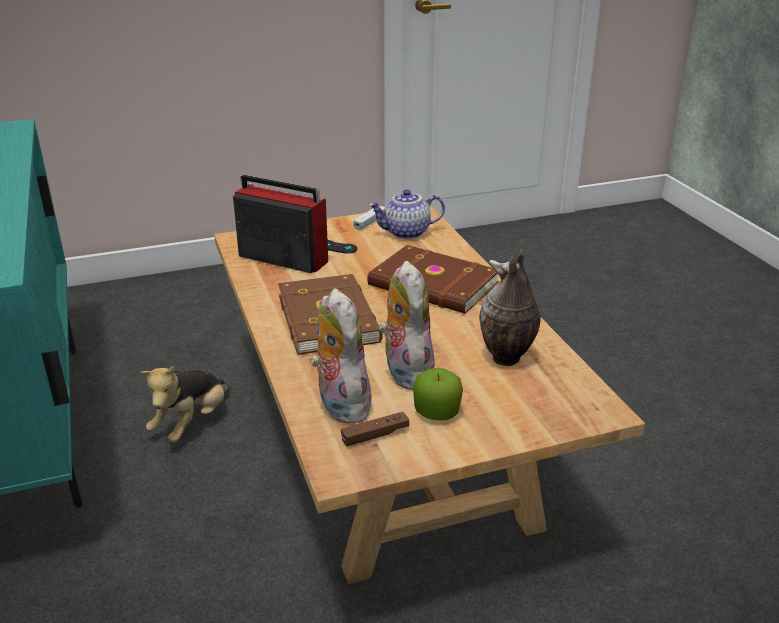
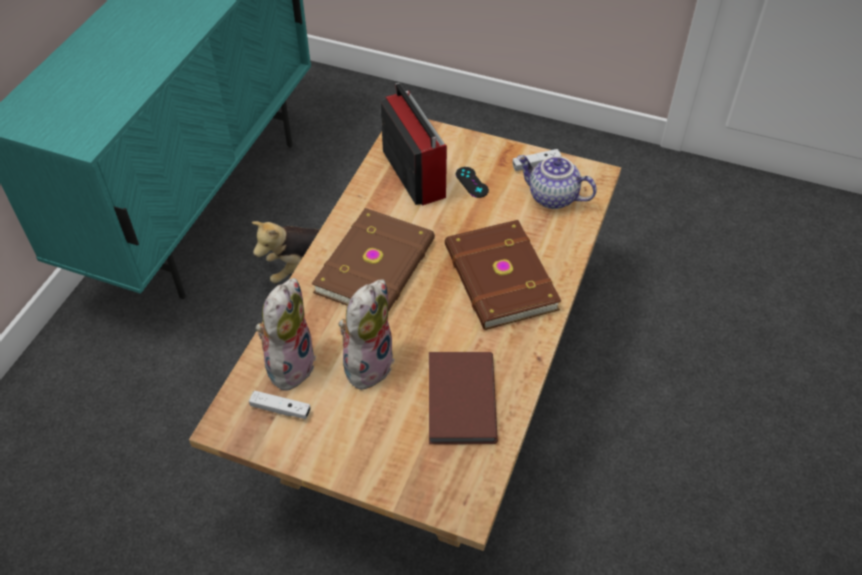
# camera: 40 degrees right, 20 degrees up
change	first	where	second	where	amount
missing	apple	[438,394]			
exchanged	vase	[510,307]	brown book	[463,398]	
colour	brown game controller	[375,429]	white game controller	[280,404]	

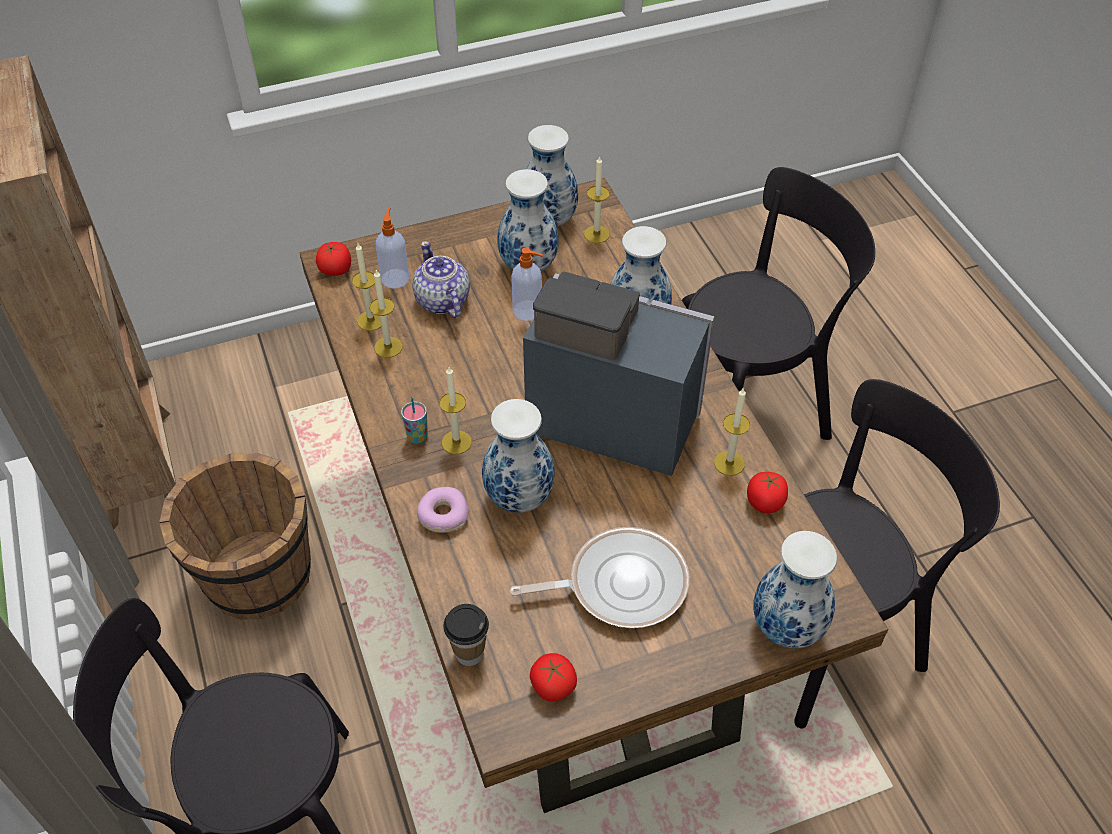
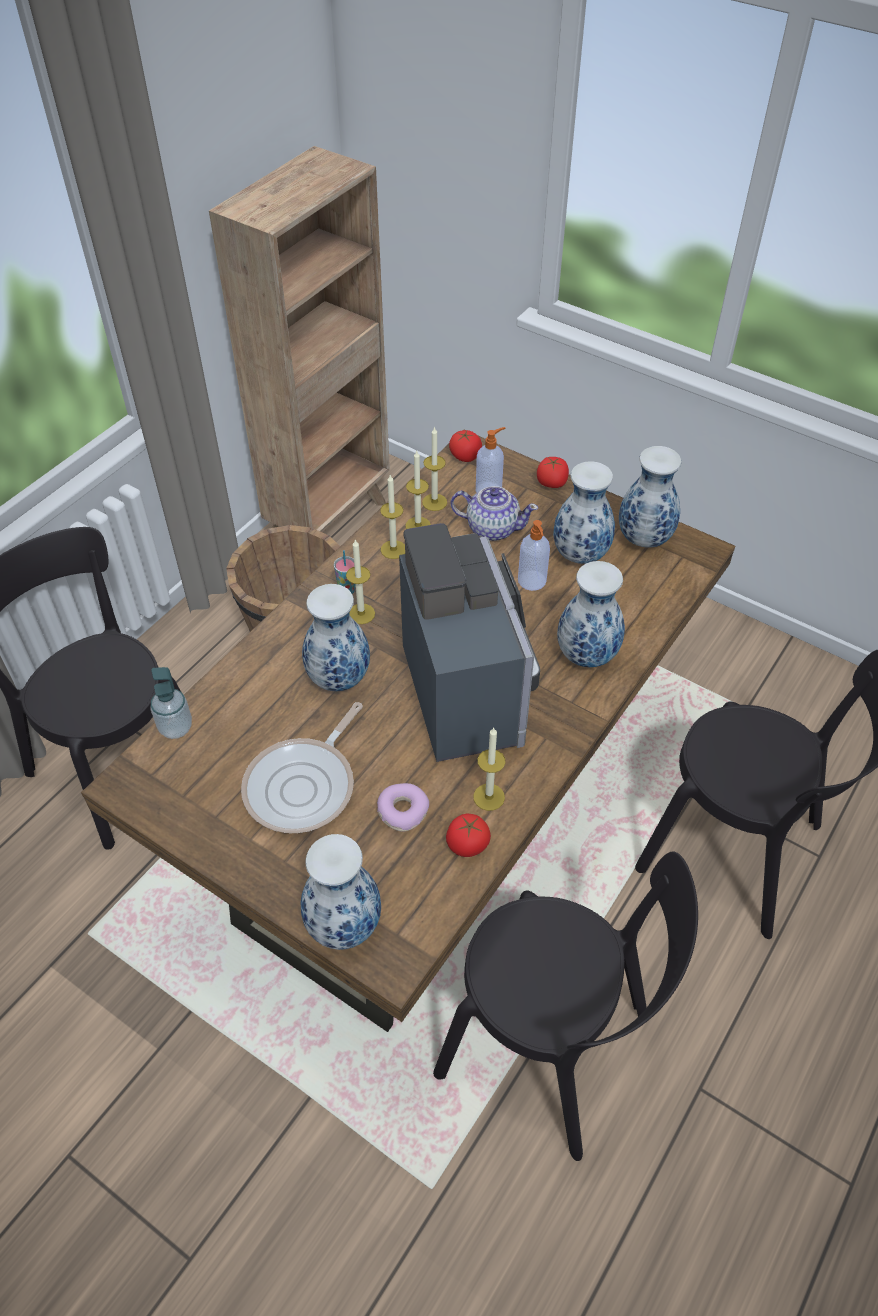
# camera: 55 degrees right, 0 degrees up
change	first	where	second	where	amount
relocated	donut	[443,510]		[403,807]	
relocated	tomato	[553,677]		[553,472]	
relocated	candle	[597,199]		[392,517]	
exchanged	cup	[466,635]	soap dispenser	[171,703]	
spun	teapot	[441,279]		[494,513]	75 degrees clockwise
spun	frying pan	[600,577]		[302,767]	75 degrees clockwise

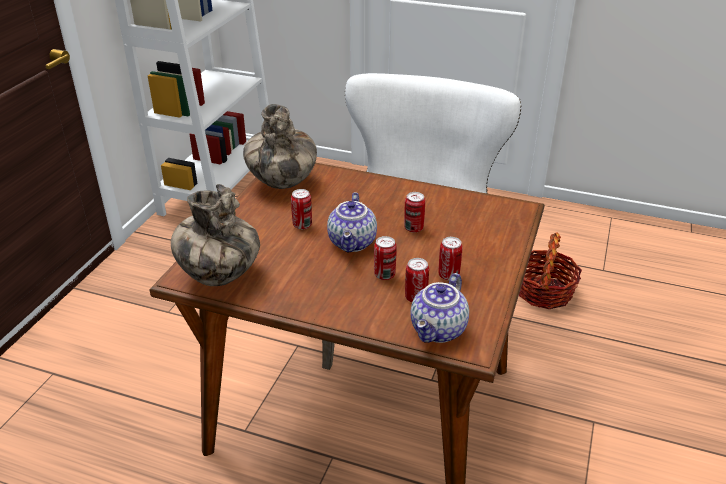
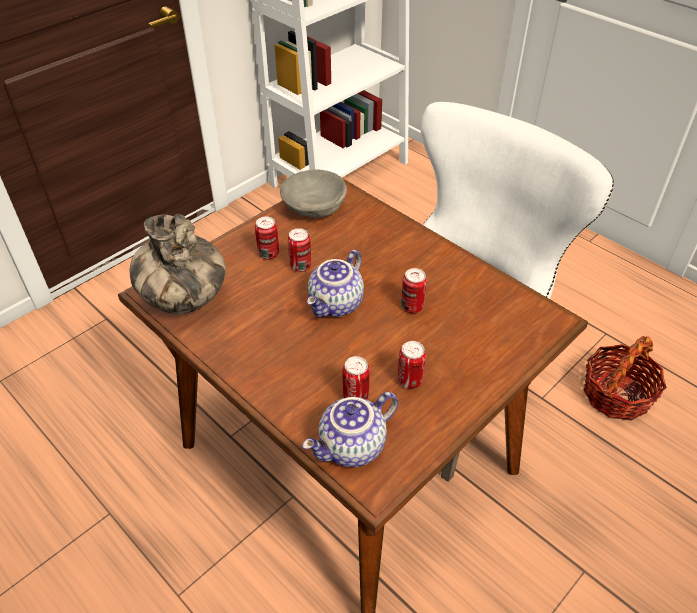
# camera: 25 degrees right, 10 degrees up
change	first	where	second	where	amount
relocated	can	[385,258]		[267,238]	
exchanged	vase	[280,146]	grey bowl	[313,194]	

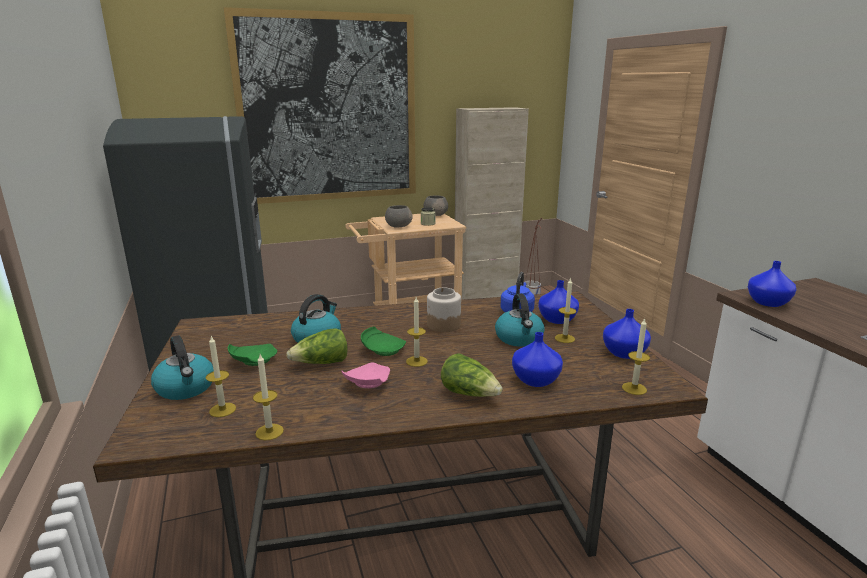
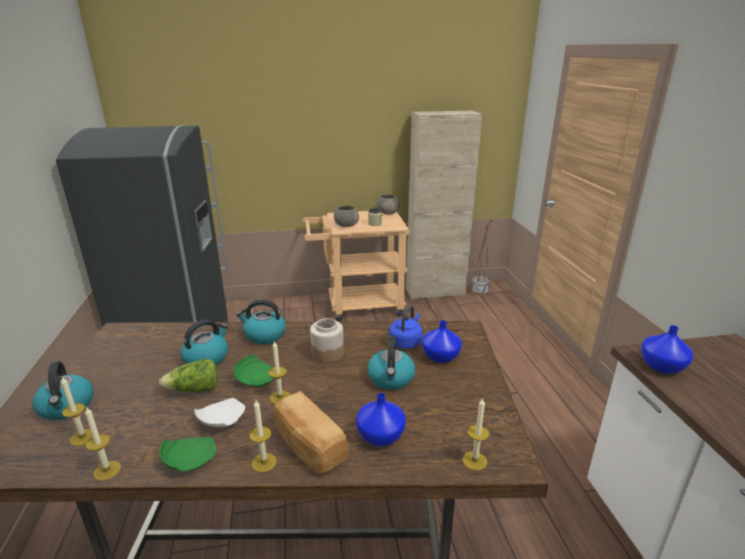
# camera: 10 degrees right, 5 degrees up
change	first	where	second	where	amount
missing	picture	[320,105]			
missing	blue vase	[627,334]			
appeared			kettle	[261,321]	
relocated	green plate	[252,355]		[188,454]	
relocated	candle	[565,310]		[263,436]	
exchanged	lettuce	[471,375]	bread	[311,432]	
colour	pink plate	[365,375]	white plate	[219,412]	

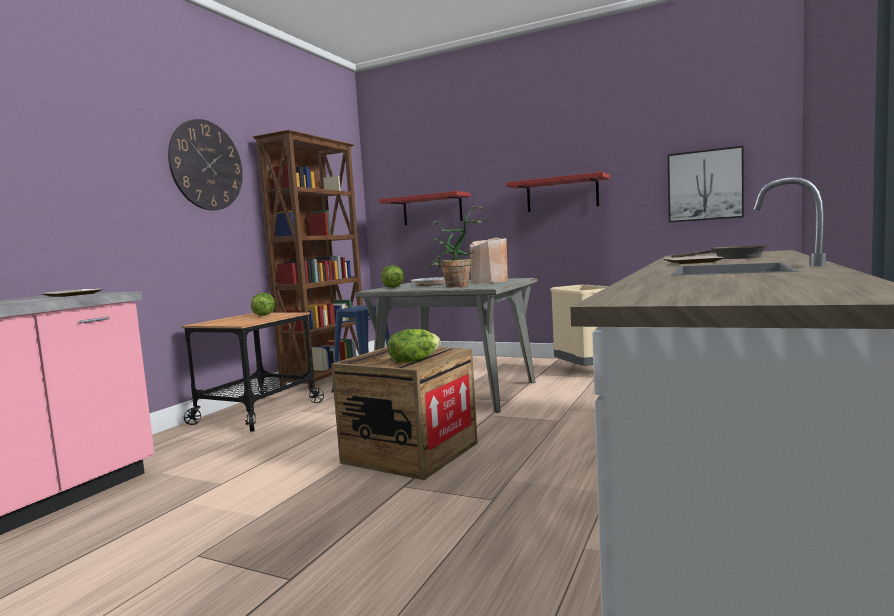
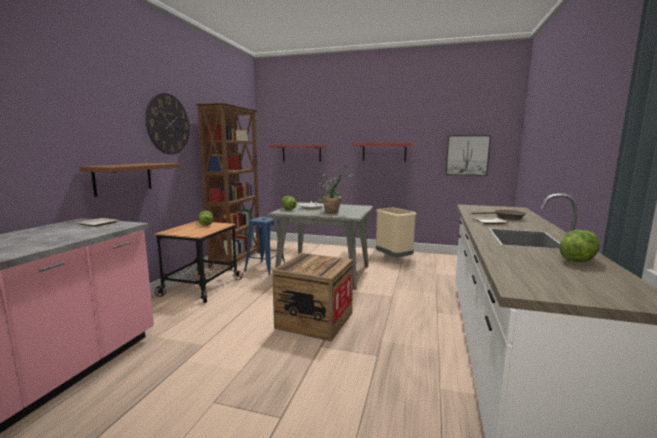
# camera: 10 degrees left, 5 degrees up
change	first	where	second	where	amount
missing	beige vase	[489,260]			
appeared			brown shelf	[130,180]	
relocated	lettuce	[414,345]		[579,246]	

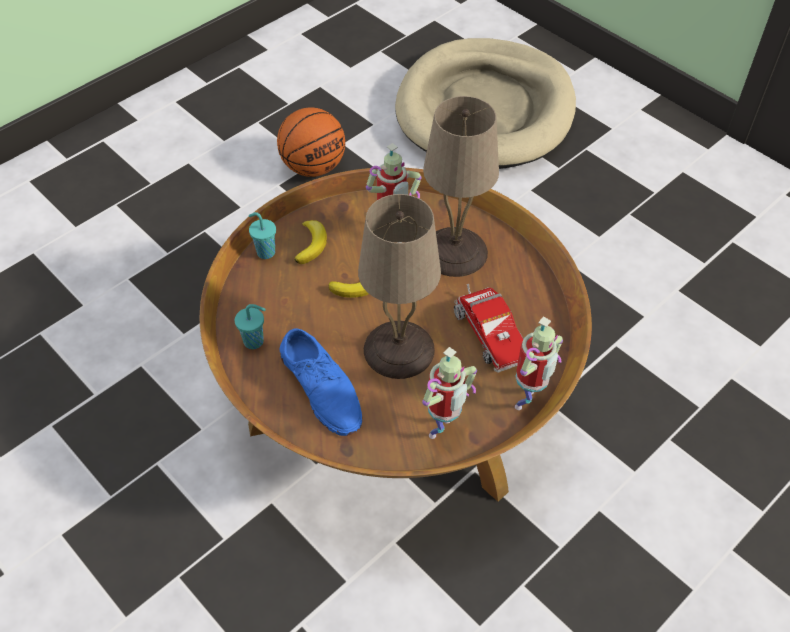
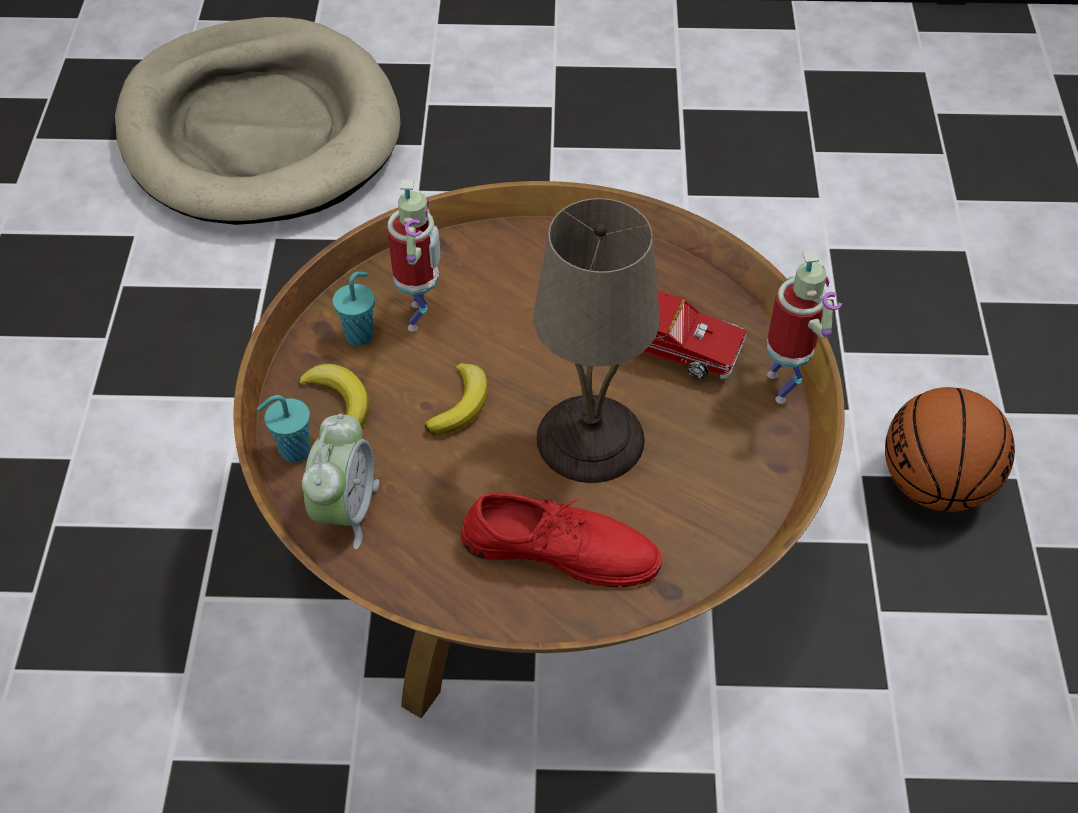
# camera: 45 degrees left, 0 degrees up
change	first	where	second	where	amount
missing	toy robot	[449,393]			
missing	beige table lamp	[461,186]			
appeared			alarm clock	[340,481]	
relocated	turquoise cup	[250,326]		[354,309]	
relocated	basketball	[311,142]		[950,449]	
colour	blue shoe	[320,382]	red shoe	[561,540]	

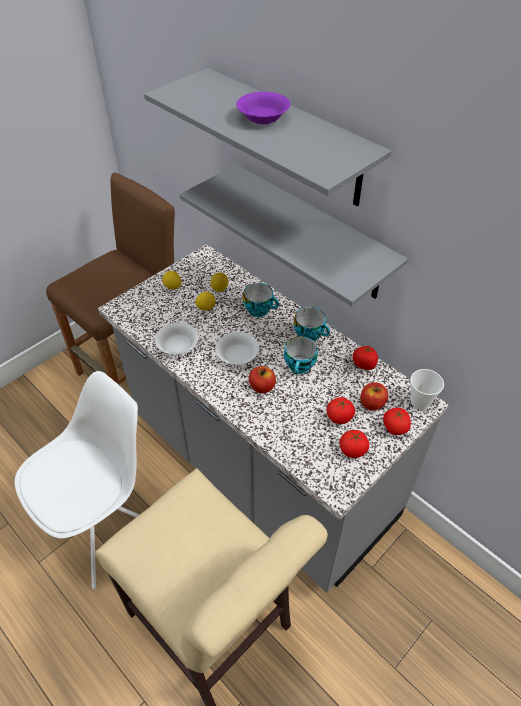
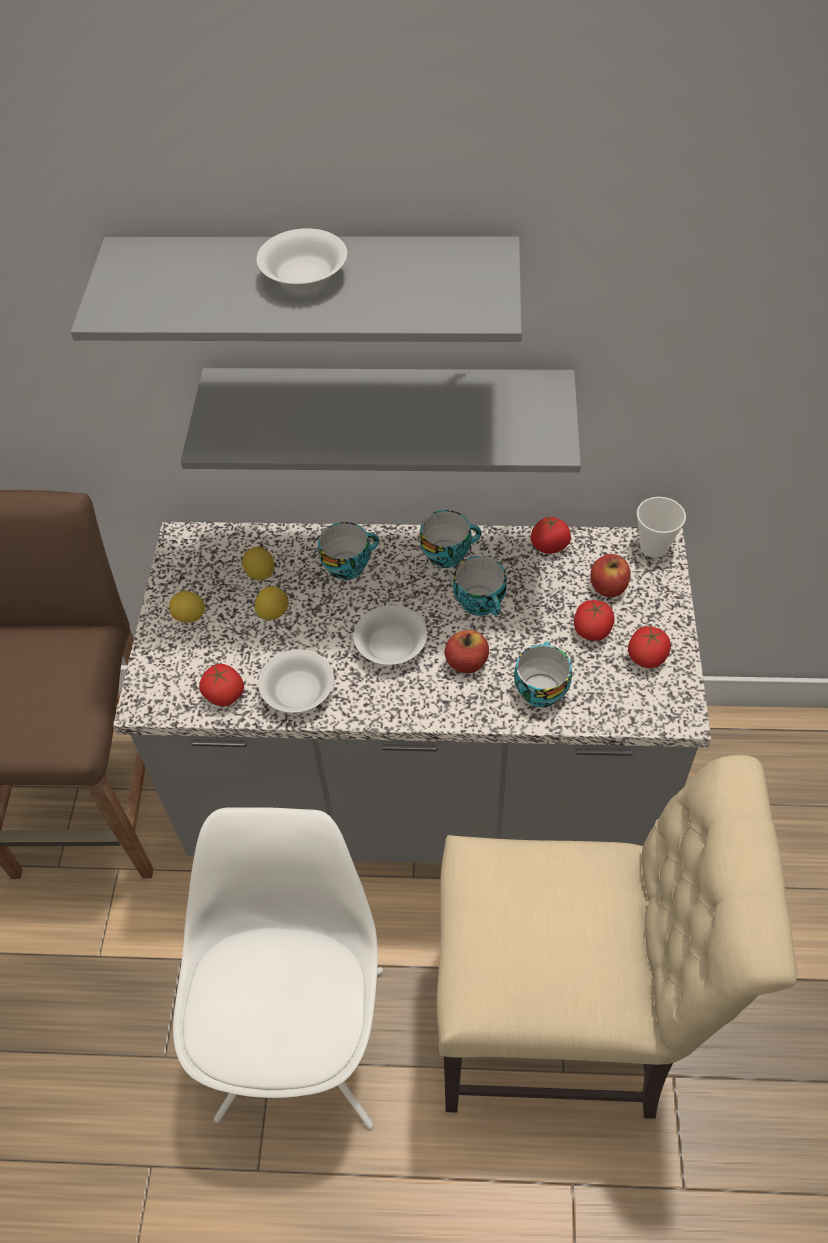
# camera: 40 degrees left, 5 degrees up
change	first	where	second	where	amount
appeared			cup	[543,674]	
relocated	tomato	[397,421]		[221,685]	
colour	purple bowl	[263,108]	white bowl	[301,259]	

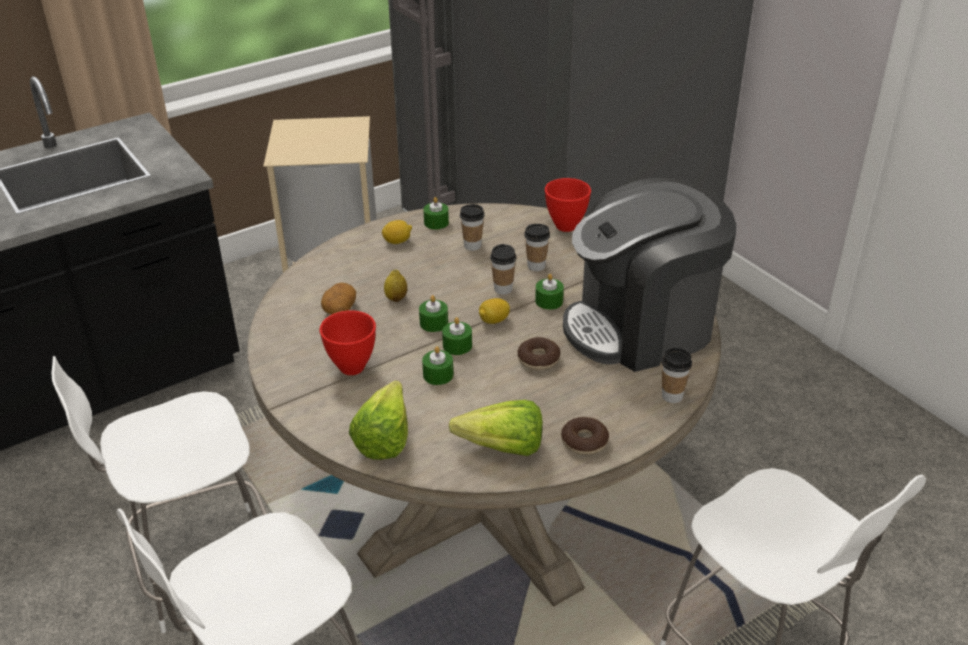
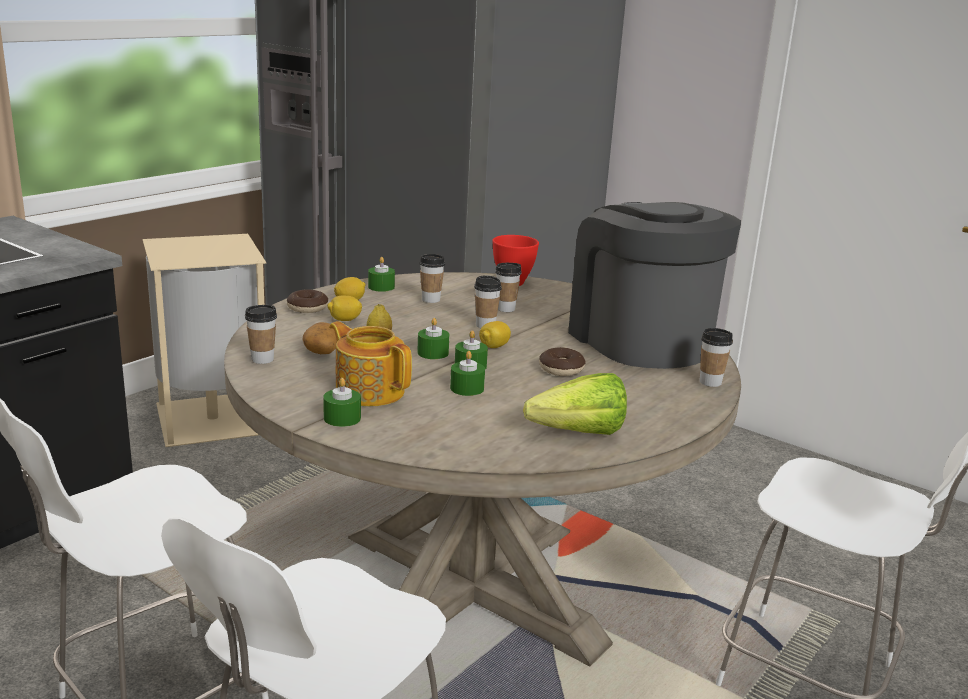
# camera: 20 degrees left, 15 degrees down
change	first	where	second	where	amount
missing	lettuce	[378,420]			
appeared			cup	[261,334]	
appeared			lemon	[344,308]	
relocated	green candle	[549,292]		[342,402]	
relocated	donut	[585,436]		[307,301]	
exchanged	red bowl	[348,342]	teapot	[370,363]	
spun	coffee machine	[649,275]		[654,285]	105 degrees clockwise

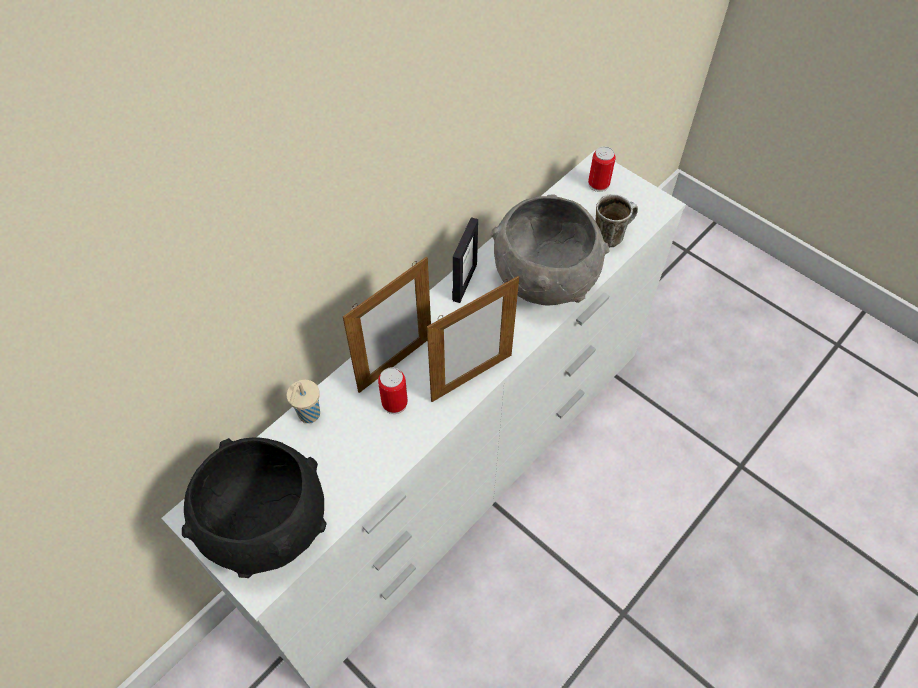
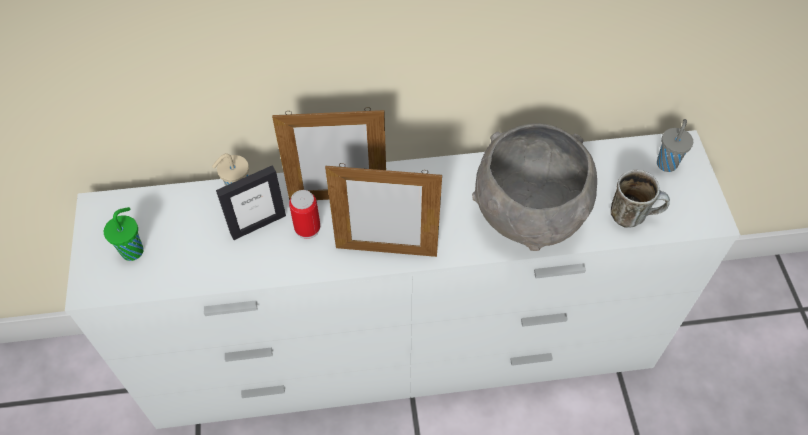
# camera: 40 degrees right, 0 degrees up
change	first	where	second	where	amount
relocated	picture frame	[465,260]		[251,203]	
exchanged	black bowl	[254,507]	green cup	[124,234]	
exchanged	can	[602,169]	grey cup	[675,145]	

